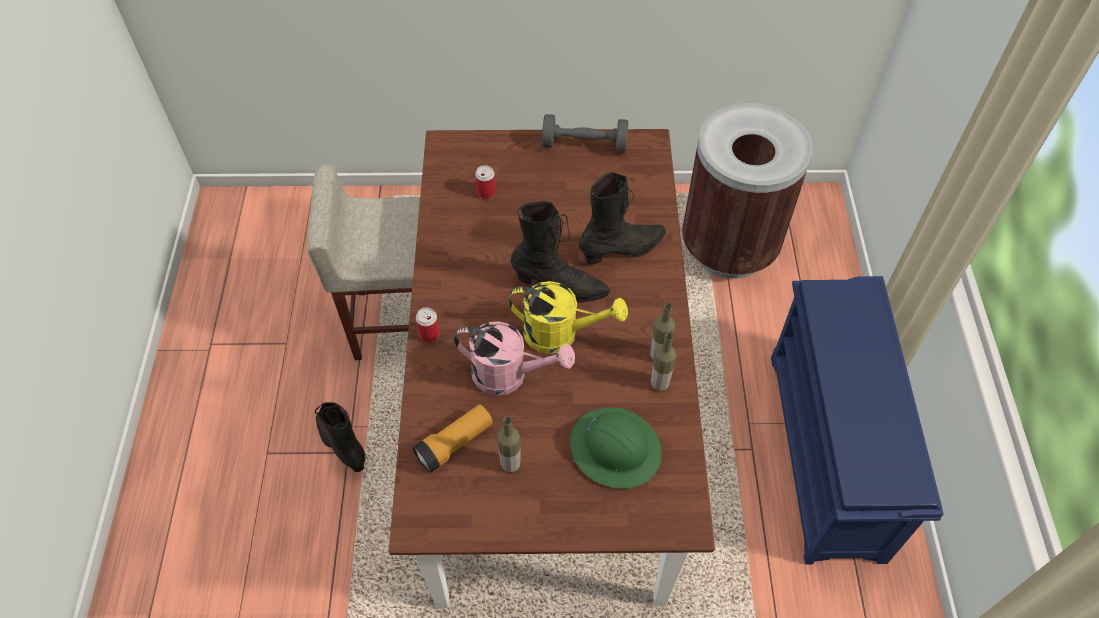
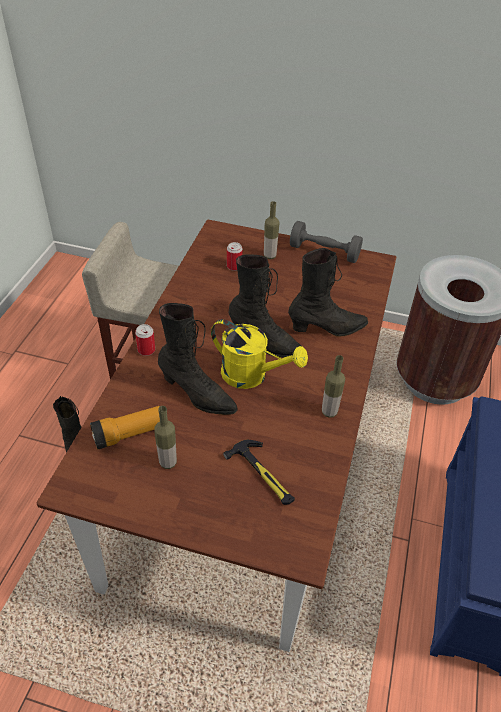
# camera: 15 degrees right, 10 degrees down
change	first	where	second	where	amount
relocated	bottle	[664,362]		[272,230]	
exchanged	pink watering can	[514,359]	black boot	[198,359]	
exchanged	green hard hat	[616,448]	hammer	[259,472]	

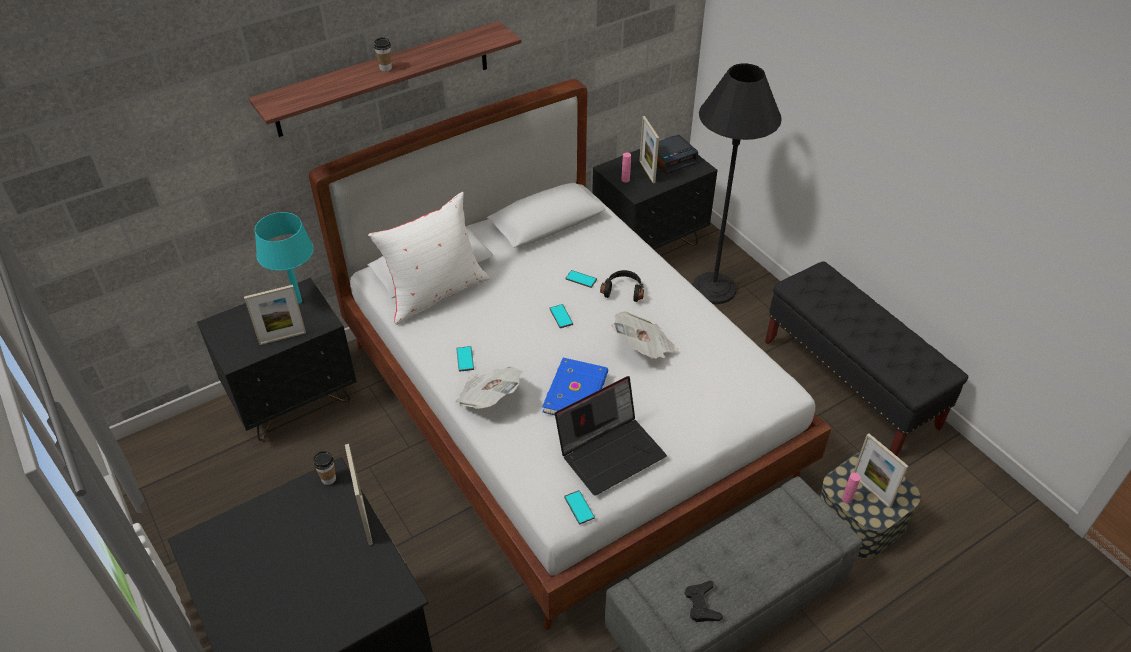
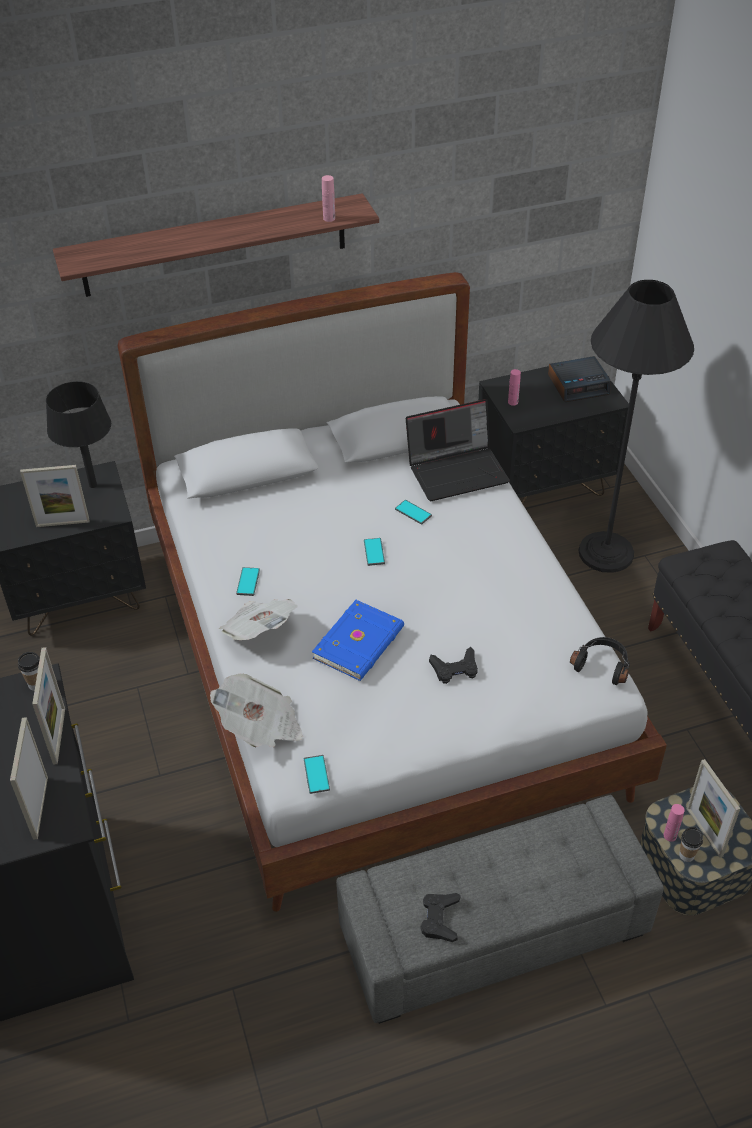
# camera: 15 degrees right, 0 degrees up
change	first	where	second	where	amount
missing	white pillow	[429,258]			
appeared			pink bottle	[328,198]	
appeared			black game controller	[453,665]	
relocated	cup	[383,54]		[691,844]	
relocated	laptop	[611,435]		[458,450]	
relocated	black headphones	[622,286]		[600,661]	
relocated	newspaper	[645,335]		[256,710]	
relocated	picture frame	[649,149]		[29,778]	
colour	turquoise table lamp	[284,258]	black table lamp	[78,434]	

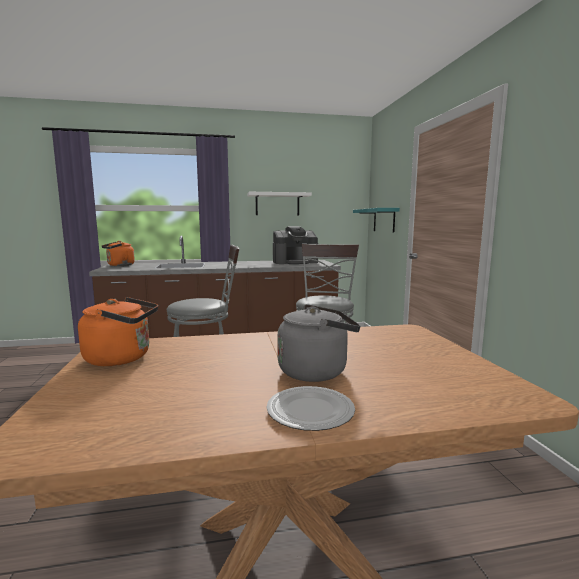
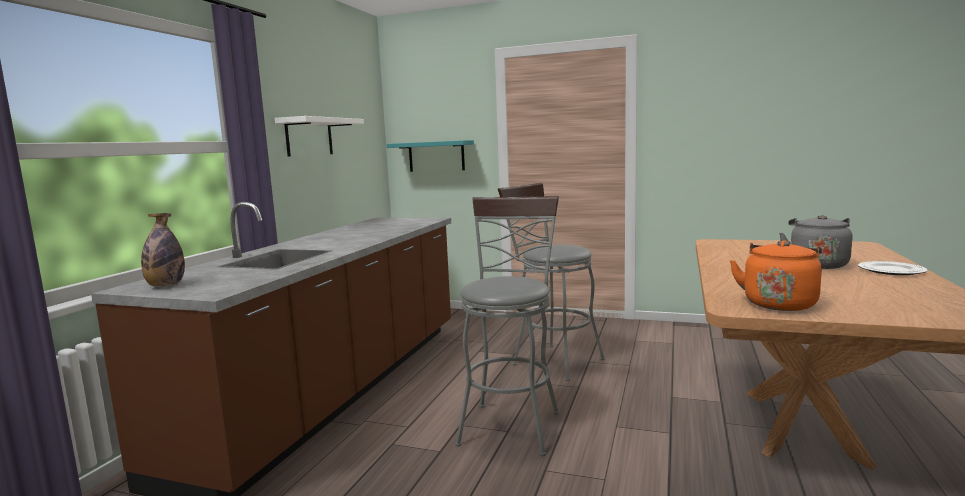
# camera: 60 degrees left, 0 degrees up
change	first	where	second	where	amount
missing	coffee machine	[295,245]			
exchanged	orange kettle	[118,253]	bottle	[163,250]	

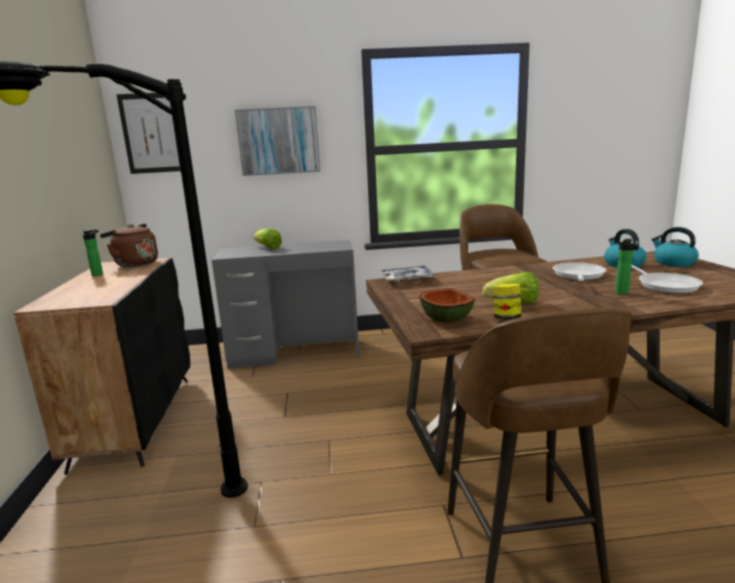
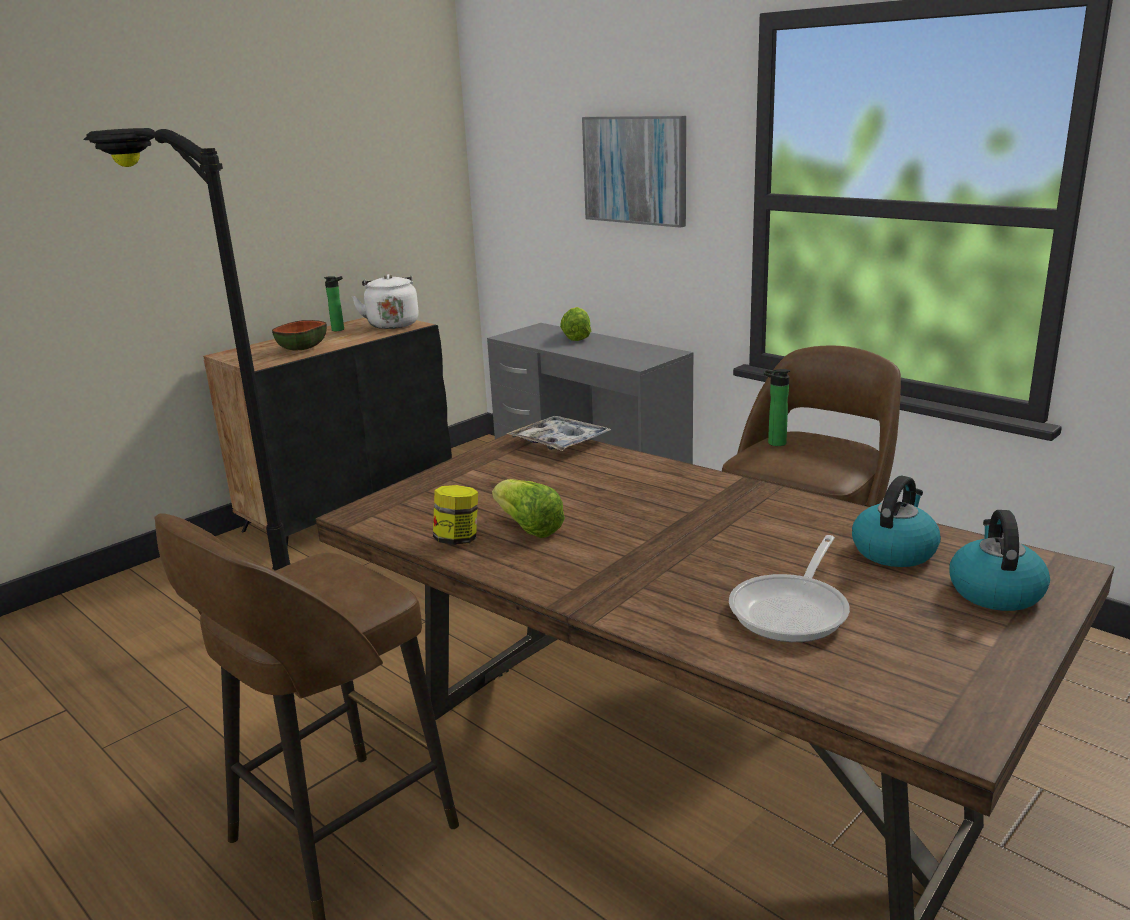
# camera: 50 degrees right, 5 degrees up
change	first	where	second	where	amount
missing	picture	[148,133]			
missing	frying pan	[580,271]			
relocated	bowl	[447,306]		[299,335]	
relocated	bottle	[624,266]		[777,407]	
colour	brown kettle	[129,245]	white kettle	[385,301]	

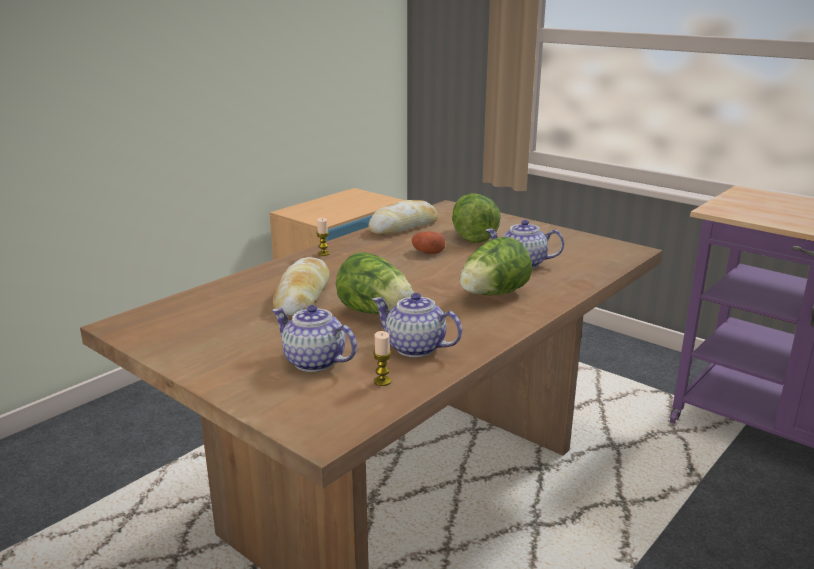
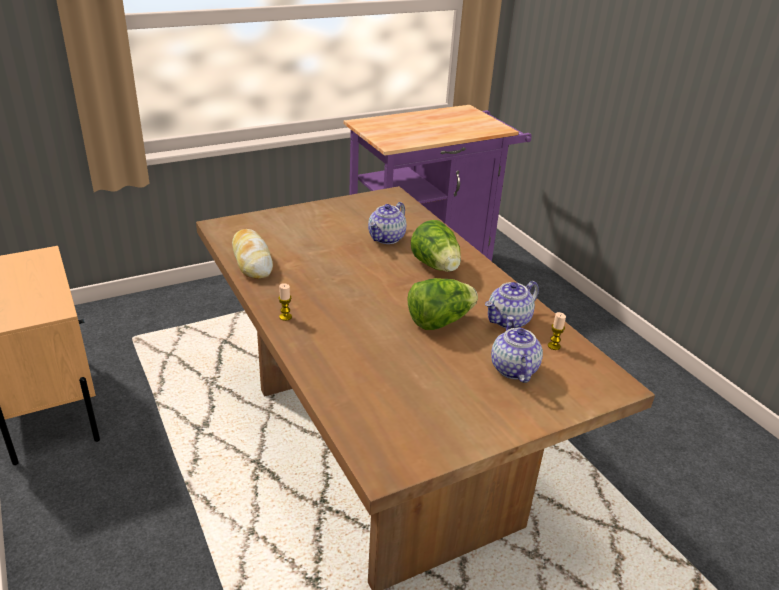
# camera: 70 degrees left, 10 degrees up
change	first	where	second	where	amount
missing	bread	[301,287]			
missing	potato	[429,242]			
missing	lettuce	[476,218]			
spun	teapot	[314,338]		[517,349]	120 degrees clockwise

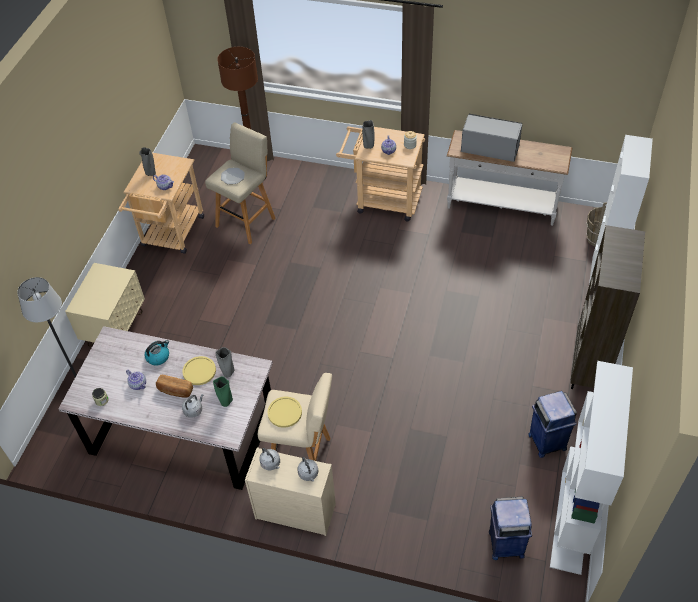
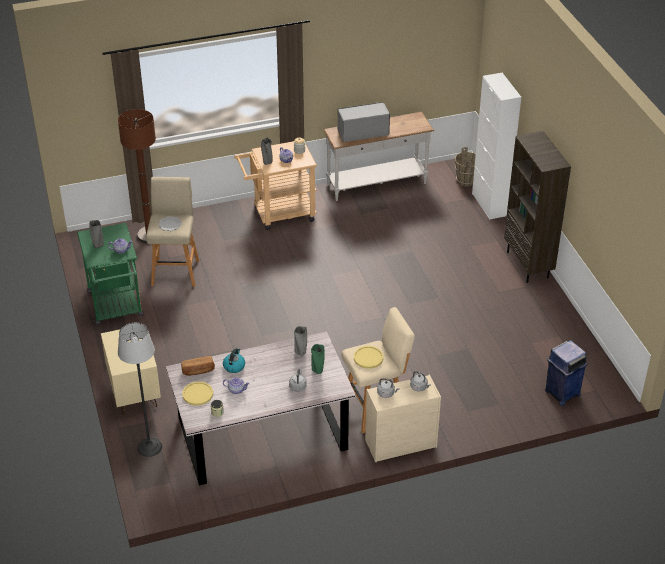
# camera: 35 degrees left, 10 degrees down
change	first	where	second	where	amount
missing	blue trash can	[552,424]			
missing	white bookcase	[591,468]			
relocated	bread	[174,386]		[198,366]	
relocated	yellow plate	[199,370]		[197,394]	
colour	beige cart	[161,203]	green cart	[110,274]	

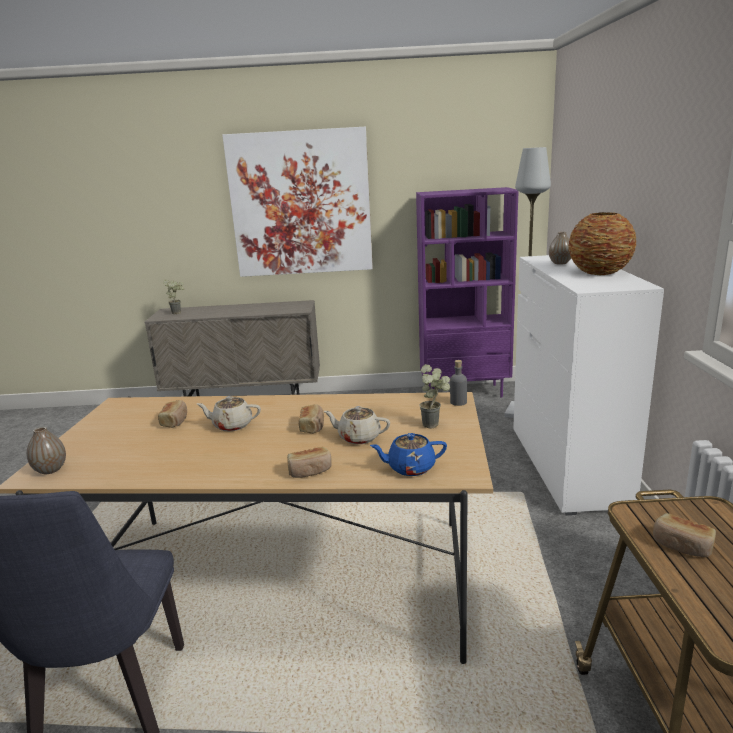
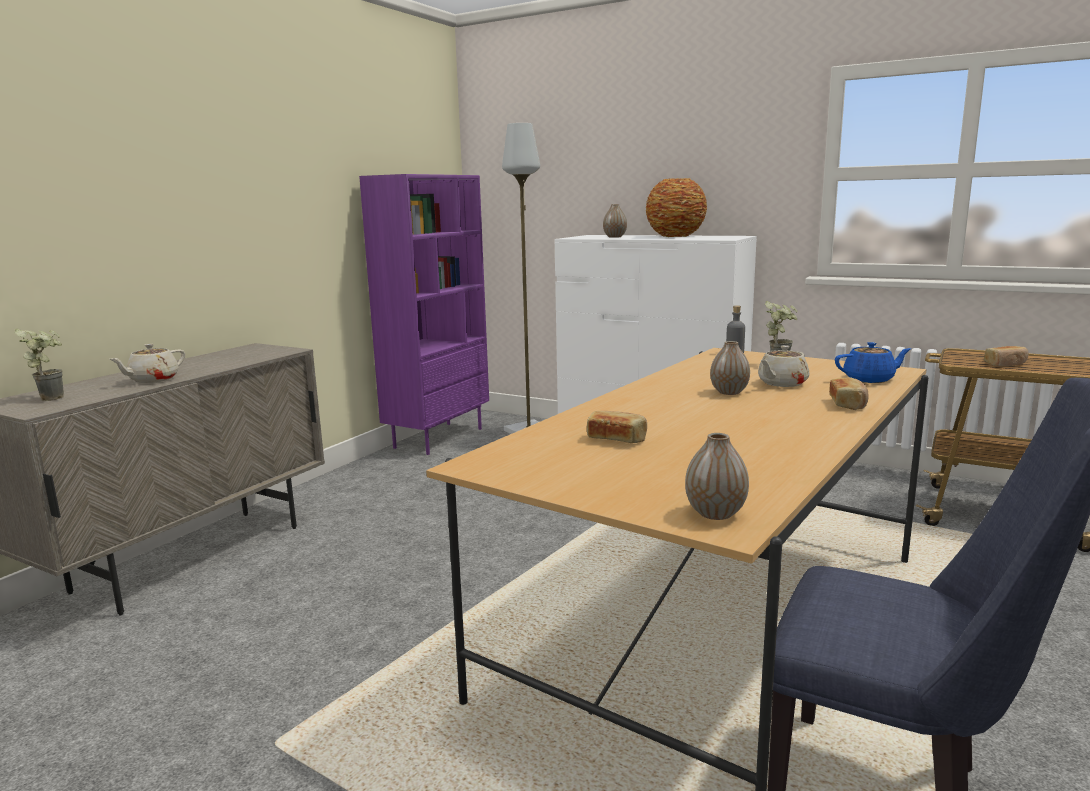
# camera: 60 degrees left, 5 degrees down
change	first	where	second	where	amount
missing	picture	[297,202]			
relocated	beige teapot	[229,413]		[147,363]	
exchanged	bread	[311,419]	vase	[730,368]	
spun	blue teapot	[408,454]		[873,362]	120 degrees counterclockwise

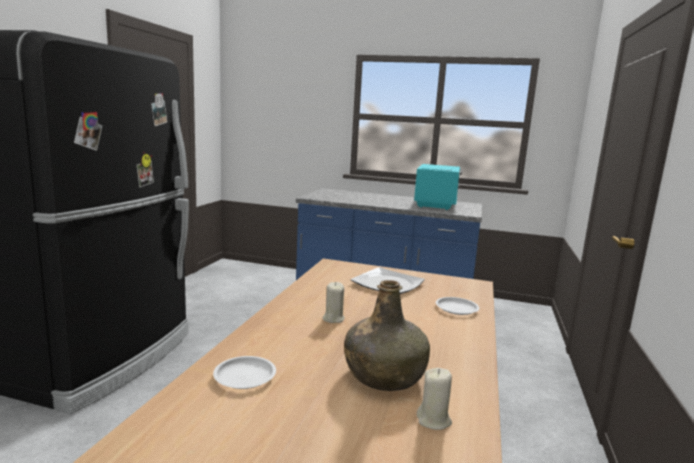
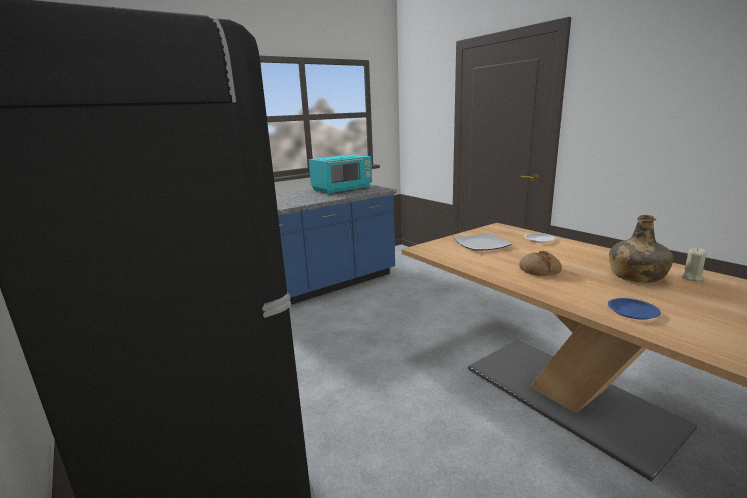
# camera: 50 degrees left, 5 degrees up
change	first	where	second	where	amount
exchanged	beige candle	[334,302]	bread	[540,263]	
colour	white plate	[244,372]	blue plate	[634,309]	
spun	turquoise microwave	[438,187]		[340,174]	90 degrees clockwise

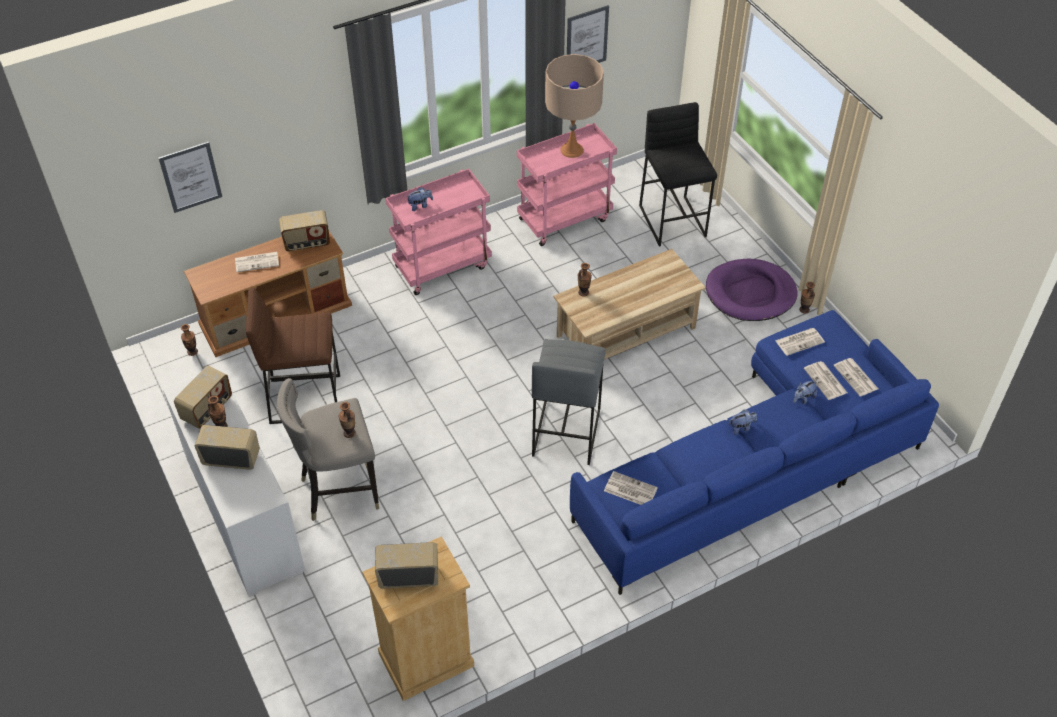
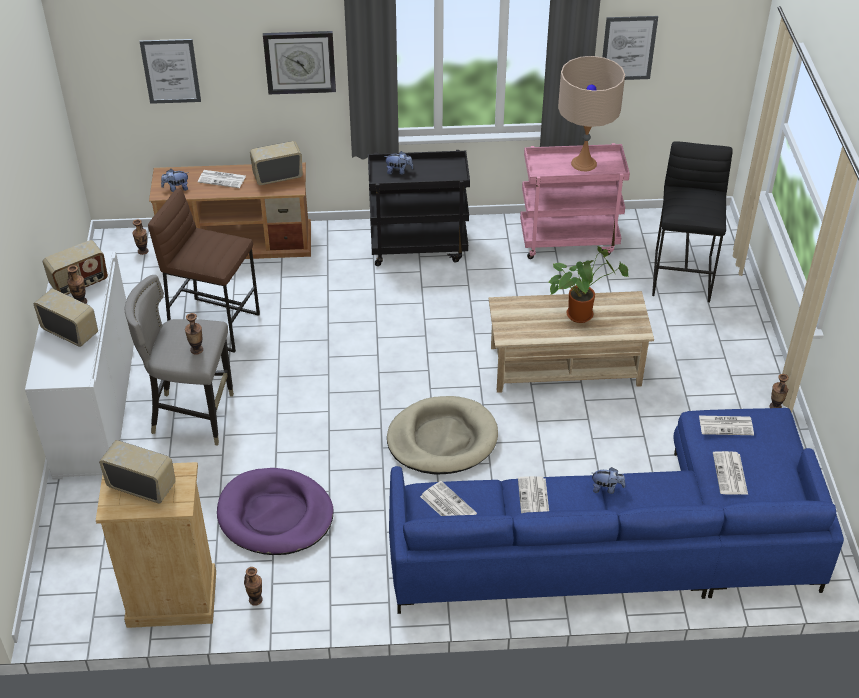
# camera: 25 degrees right, 5 degrees down
change	first	where	second	where	amount
appeared			wall clock	[299,62]	
appeared			potted plant	[588,284]	
relocated	vase	[585,280]		[253,586]	
relocated	purple dog bed	[752,290]		[275,511]	
relocated	plush toy	[805,392]		[174,180]	
relocated	newspaper	[855,377]		[533,494]	
exchanged	grey stool	[569,402]	beige dog bed	[442,435]	
colour	pink cart	[438,232]	black cart	[419,208]	
spun	radio	[304,230]		[276,163]	150 degrees clockwise

